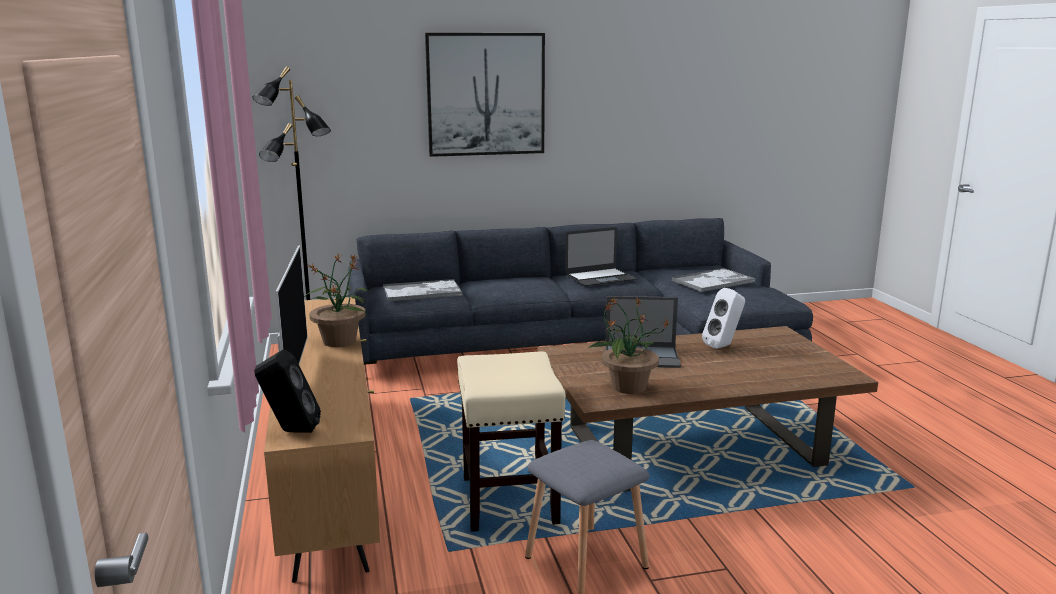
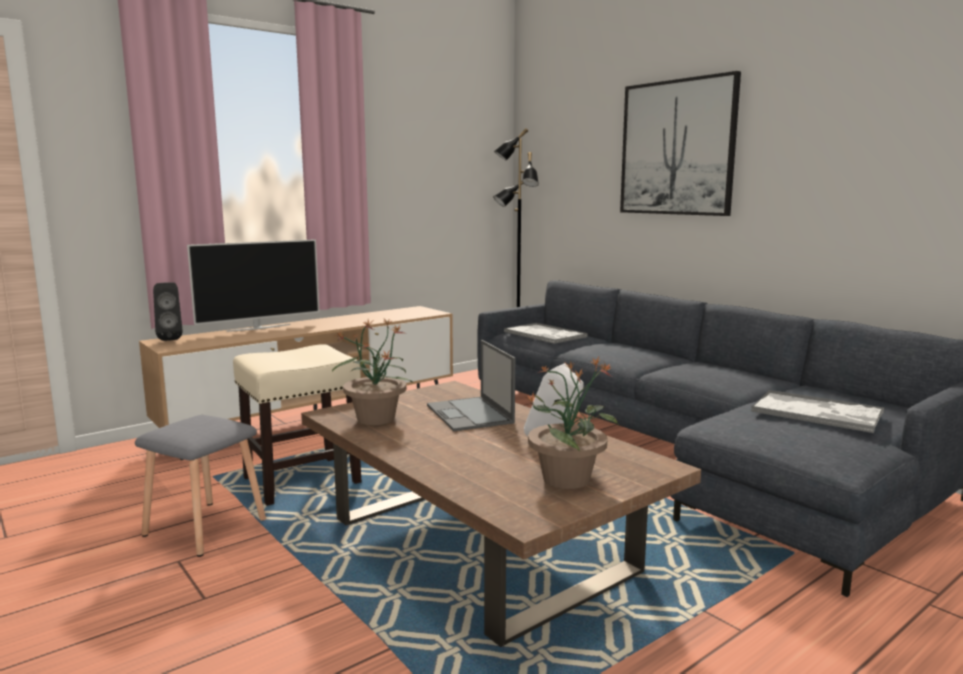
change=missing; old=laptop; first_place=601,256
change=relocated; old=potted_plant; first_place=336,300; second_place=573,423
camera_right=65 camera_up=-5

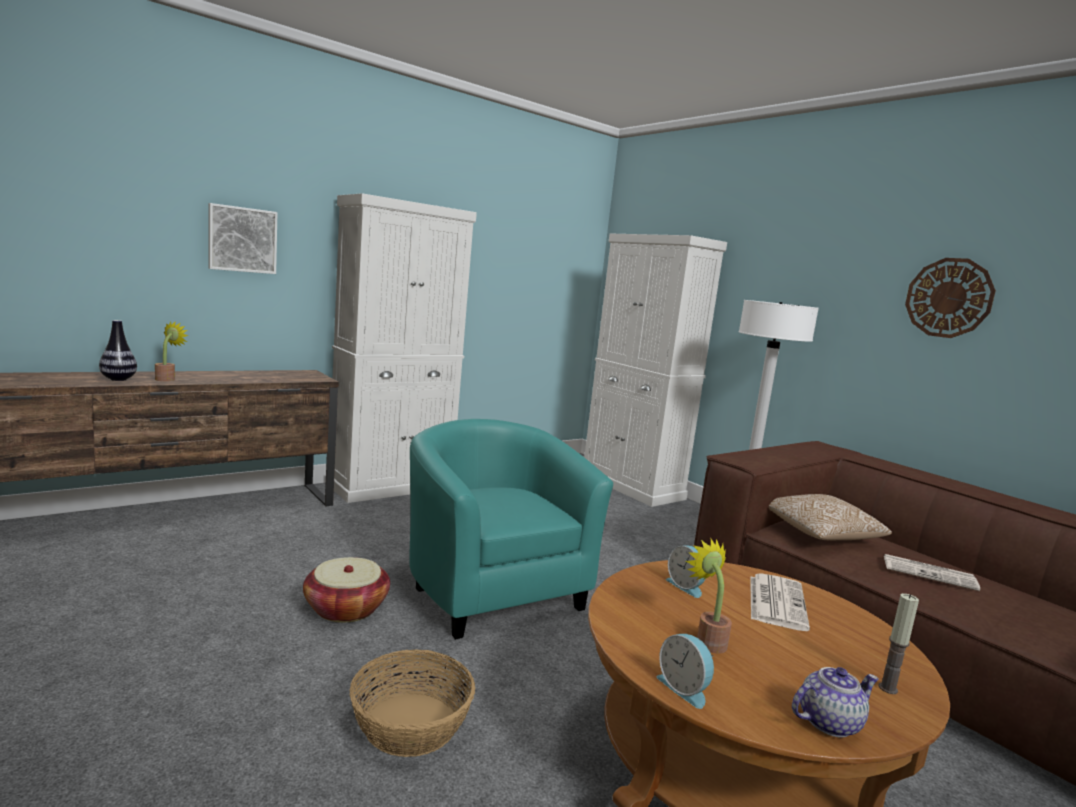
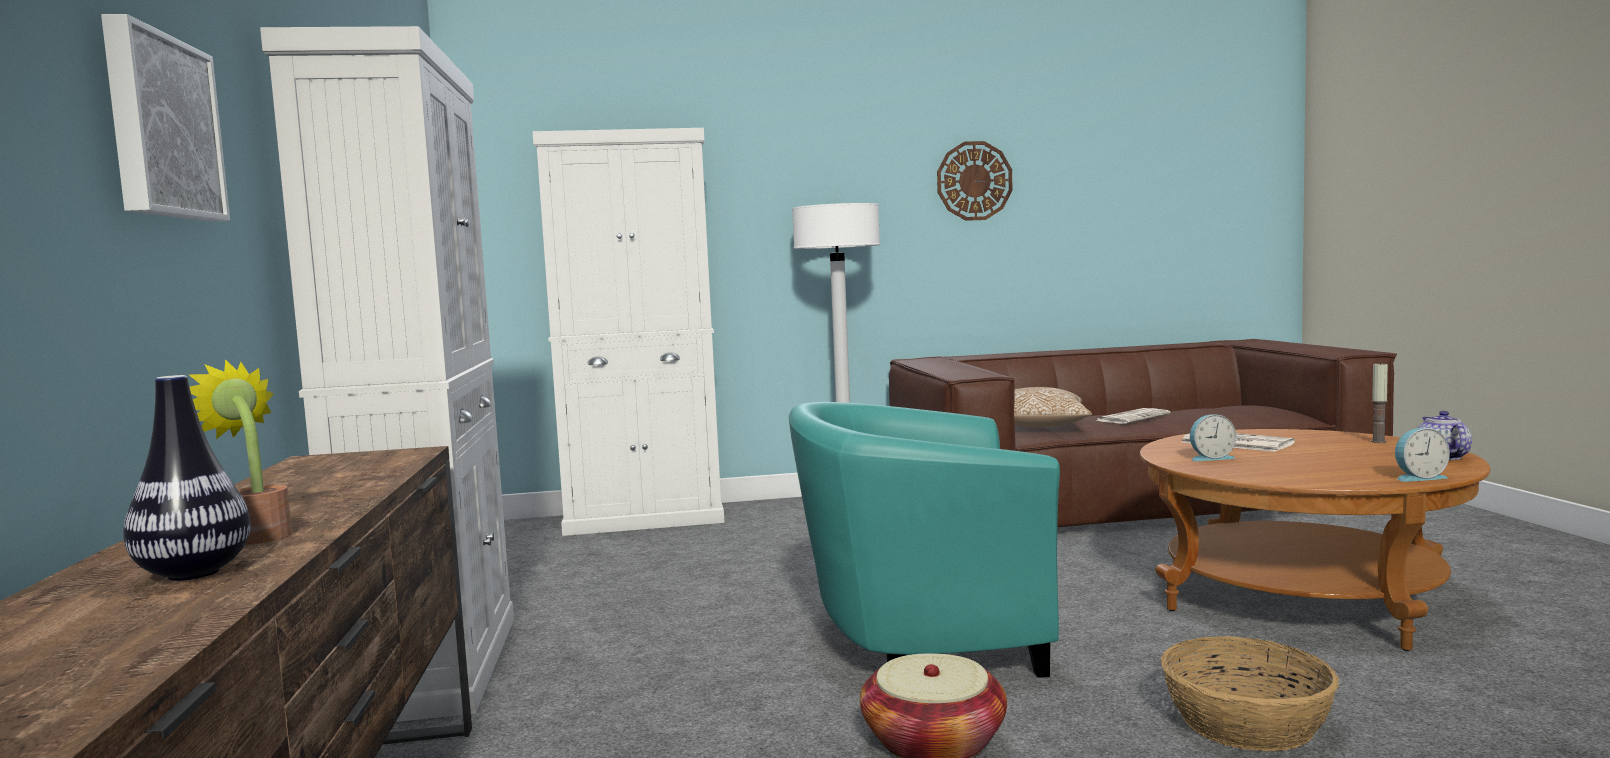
change=missing; old=potted_plant; first_place=709,596
camera_right=-60 camera_up=-5

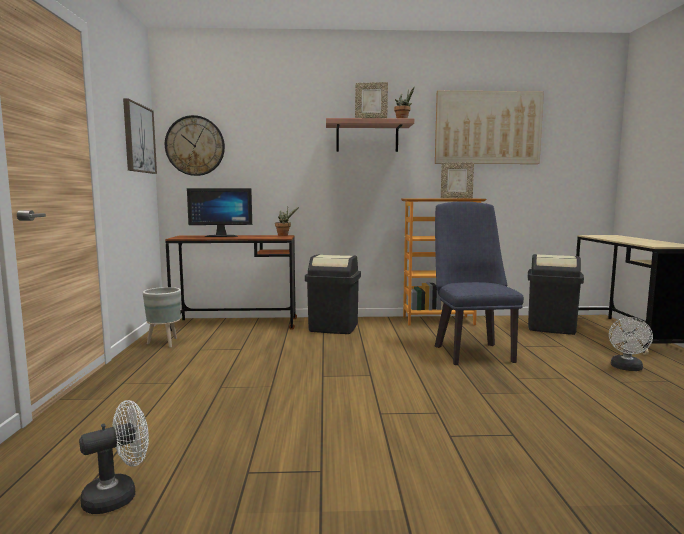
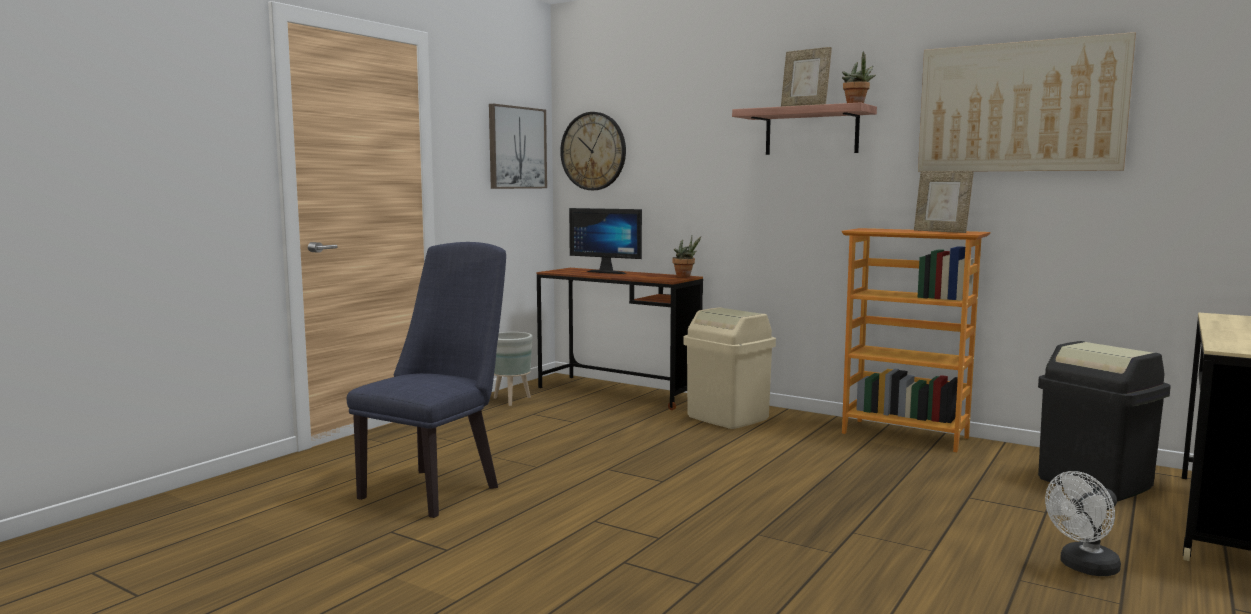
change=missing; old=white-coloured_electric_fan; first_place=114,457
change=relocated; old=blue_chair; first_place=479,283; second_place=426,380
change=colour; old=black-coloured_trash_can; new=beige_trash_can; first_place=333,294; second_place=729,368
camera_right=35 camera_up=0

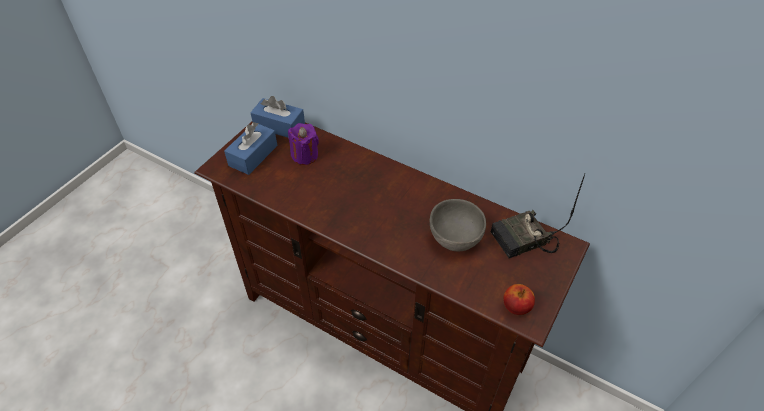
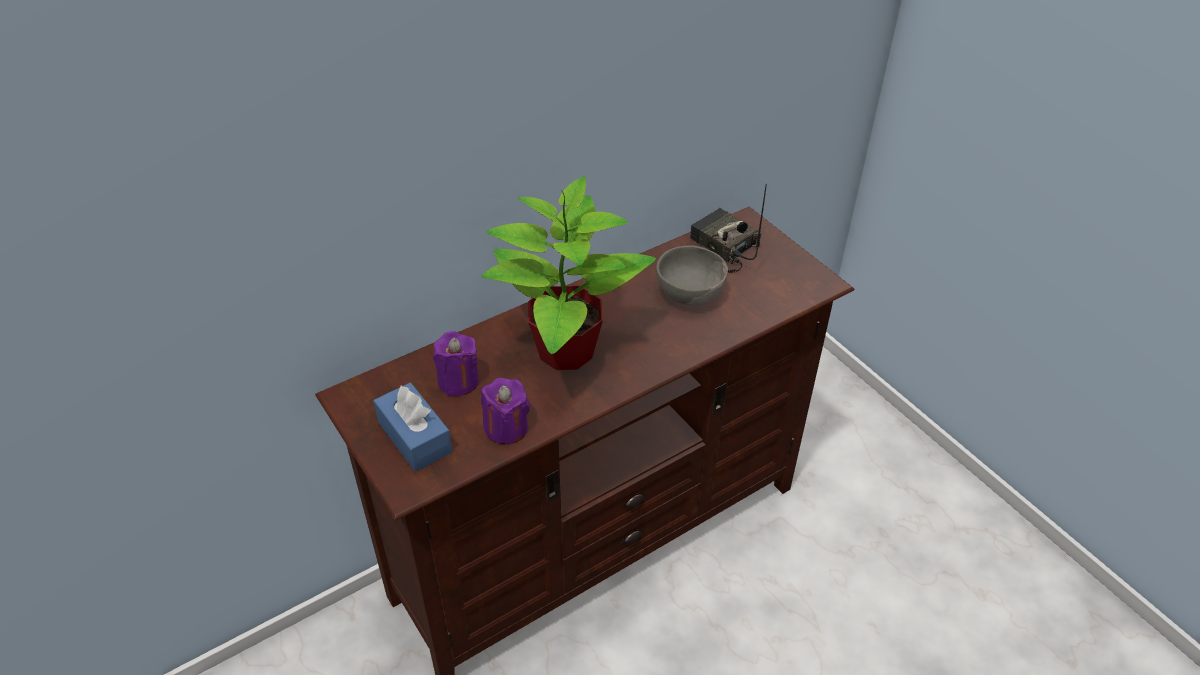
change=missing; old=blue_tissue_holder; first_place=277,117
change=missing; old=whole_apple; first_place=519,299
change=appeared; new=potted_plant; second_place=568,273
change=appeared; new=purplish_candle; second_place=505,411
change=spun; old=radio_receiver; first_place=538,215; second_place=728,228; degrees=135
camera_right=-65 camera_up=-5

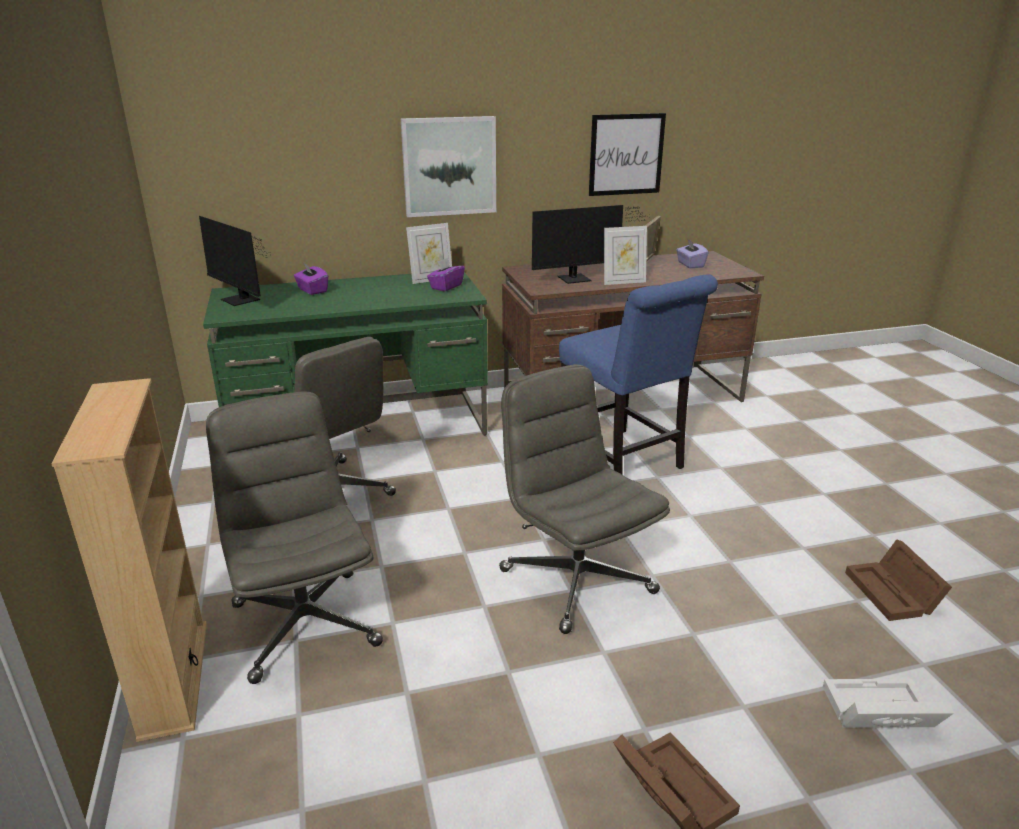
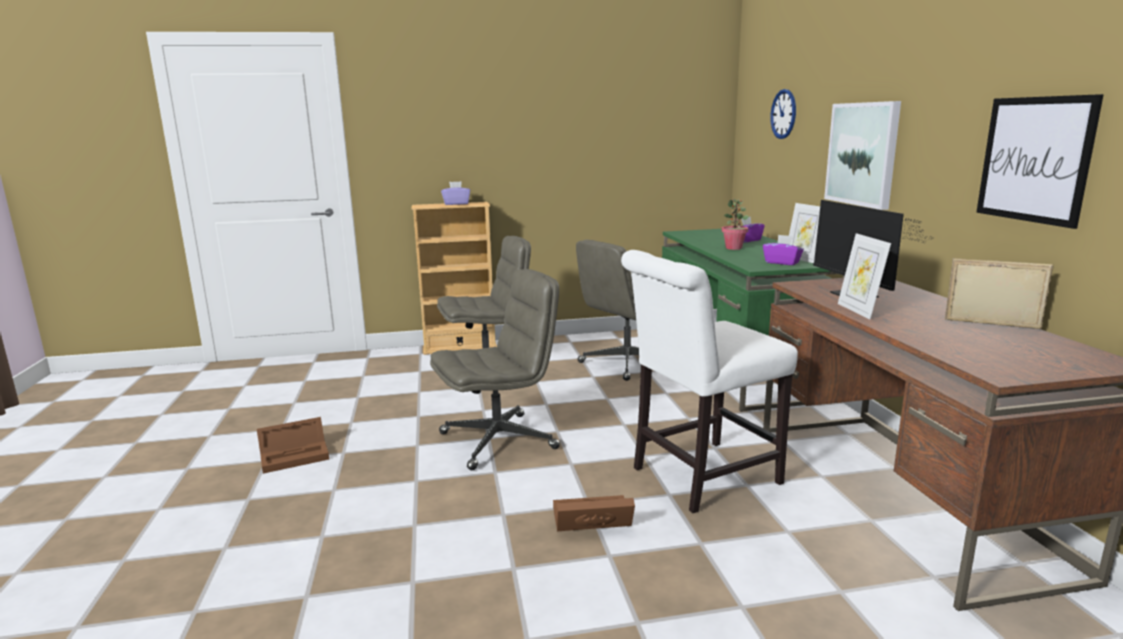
change=missing; old=computer_screen; first_place=234,261
change=missing; old=white-coloured_storage_container; first_place=888,703
change=appeared; new=potted_plant; second_place=735,224
change=appeared; new=clock_on_the_wall; second_place=783,114
change=relocated; old=purplish_tissue_holder; first_place=692,253; second_place=455,193
change=relocated; old=brown_storage_container; first_place=898,580; second_place=594,513
change=colour; old=blue_chair; new=white-coloured_chair; first_place=638,375; second_place=709,381
camera_right=95 camera_up=-10

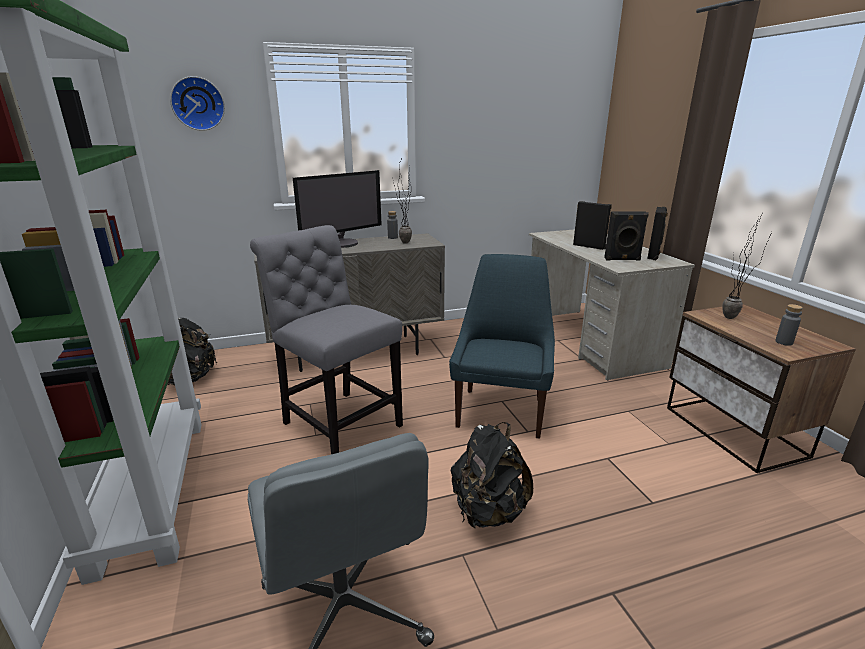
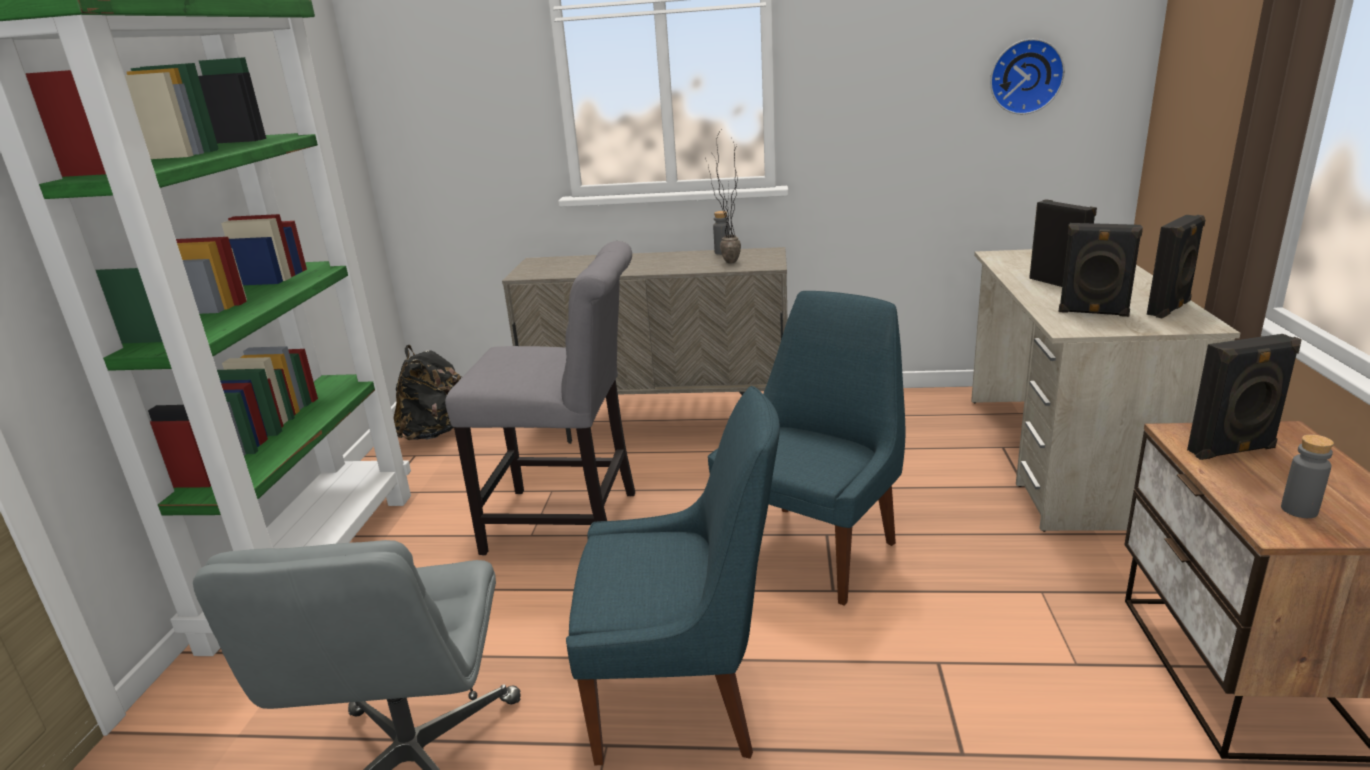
change=missing; old=computer_screen; first_place=337,209
change=relocated; old=clock_on_the_wall; first_place=197,103; second_place=1027,77
change=exchanged; old=black-coloured_backpack; new=blue_chair; first_place=492,475; second_place=673,575
change=exchanged; old=potted_plant; new=black-coloured_audio_speaker; first_place=747,266; second_place=1244,397
change=spun; old=gray_chair; first_place=326,339; second_place=540,398; degrees=120
camera_right=25 camera_up=0

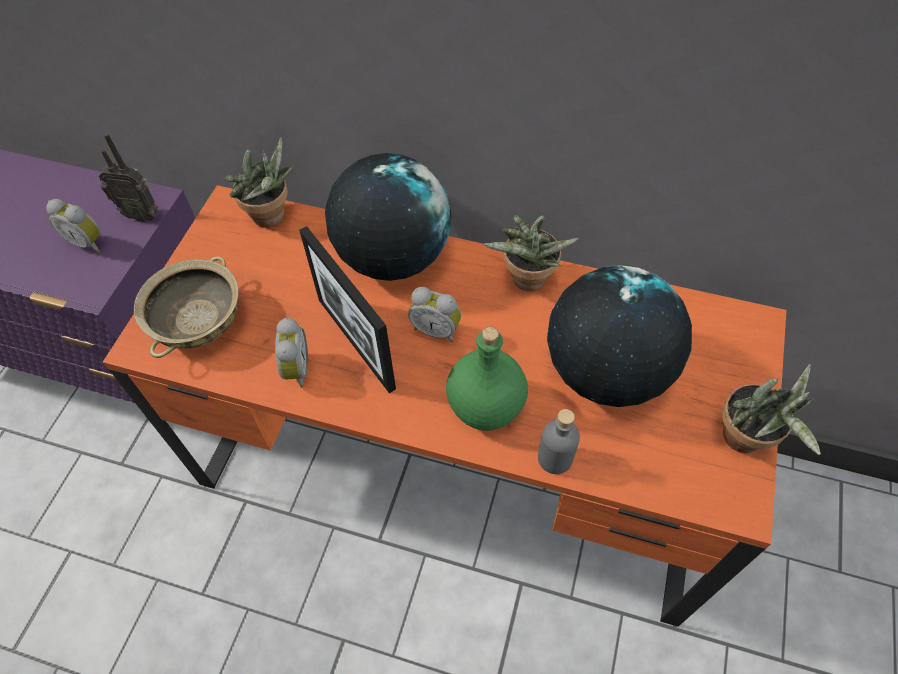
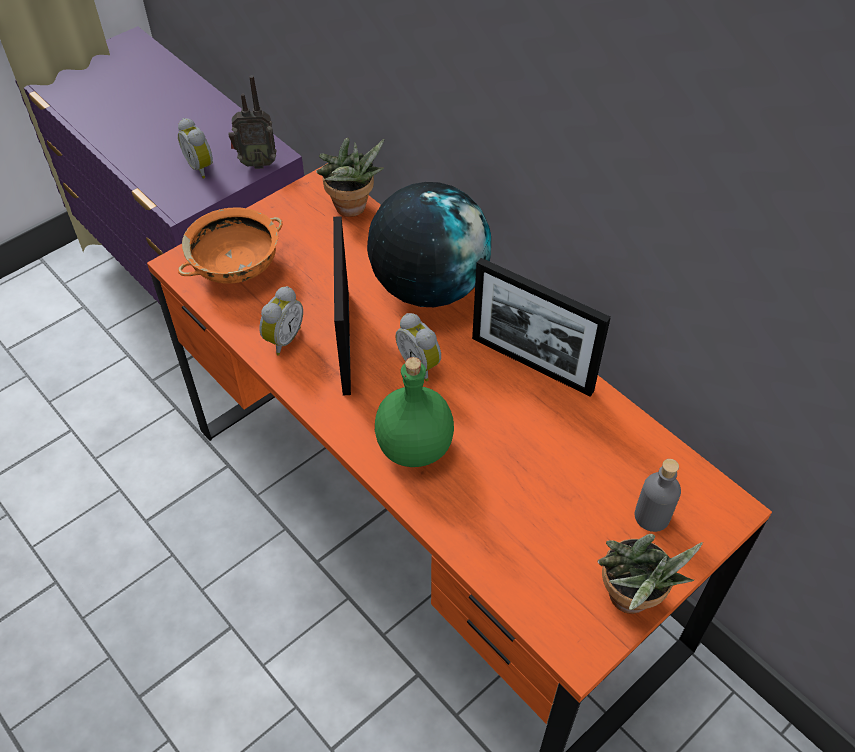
change=missing; old=world_globe; first_place=619,336
change=relocated; old=gray_drink_bottle; first_place=559,441; second_place=658,495
change=exchanged; old=potted_plant; new=standing_frame; first_place=531,253; second_place=541,327
change=colour; old=beige_serving_bowl; new=orange-coloured_serving_bowl; first_place=186,307; second_place=230,245
change=spun; old=radio_receiver; first_place=128,177; second_place=252,122; degrees=-45
camera_right=30 camera_up=-5

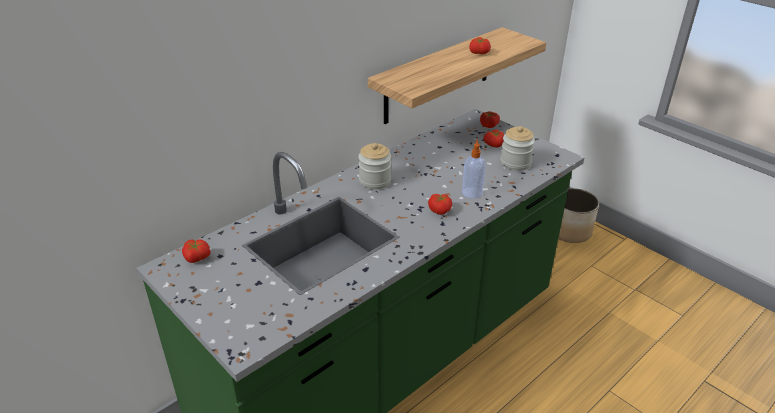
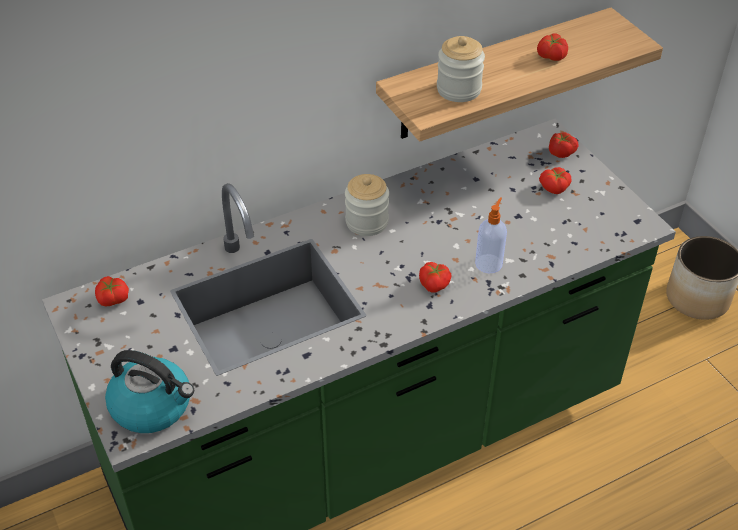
change=appeared; new=water_kettle; second_place=149,391
change=relocated; old=jar; first_place=517,148; second_place=461,69
camera_right=15 camera_up=10

